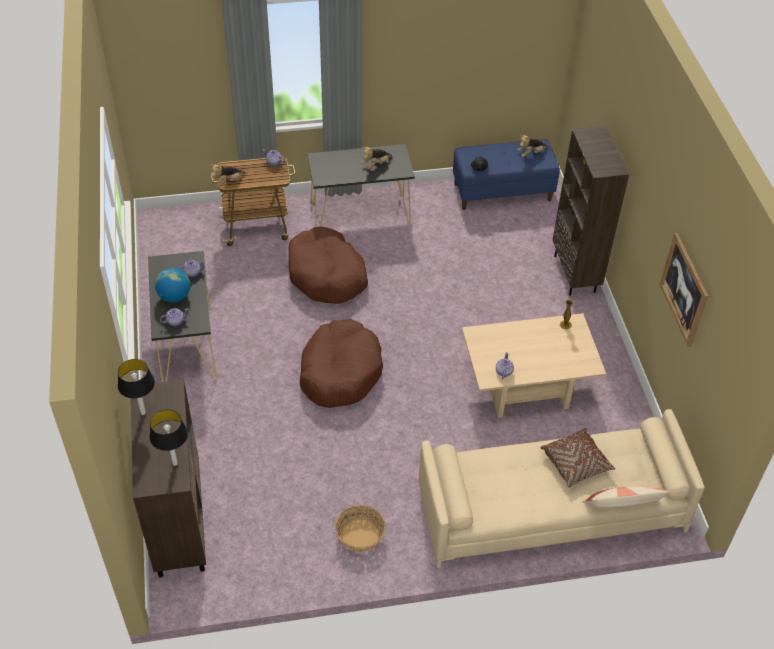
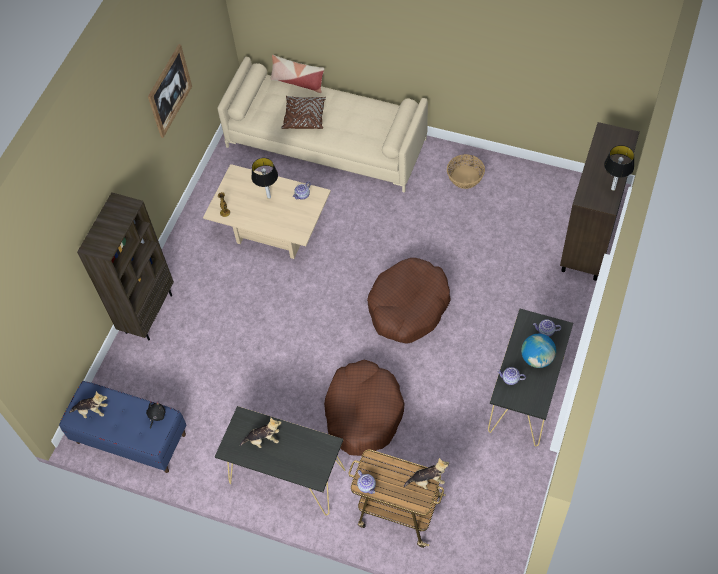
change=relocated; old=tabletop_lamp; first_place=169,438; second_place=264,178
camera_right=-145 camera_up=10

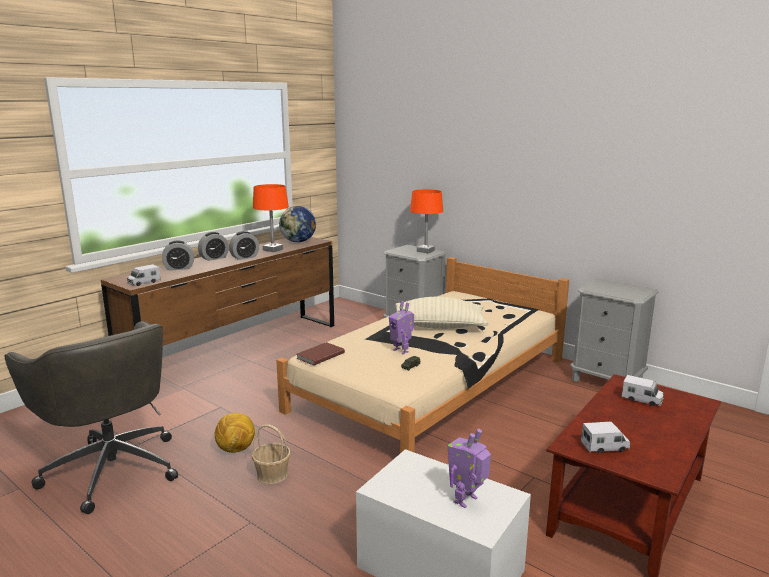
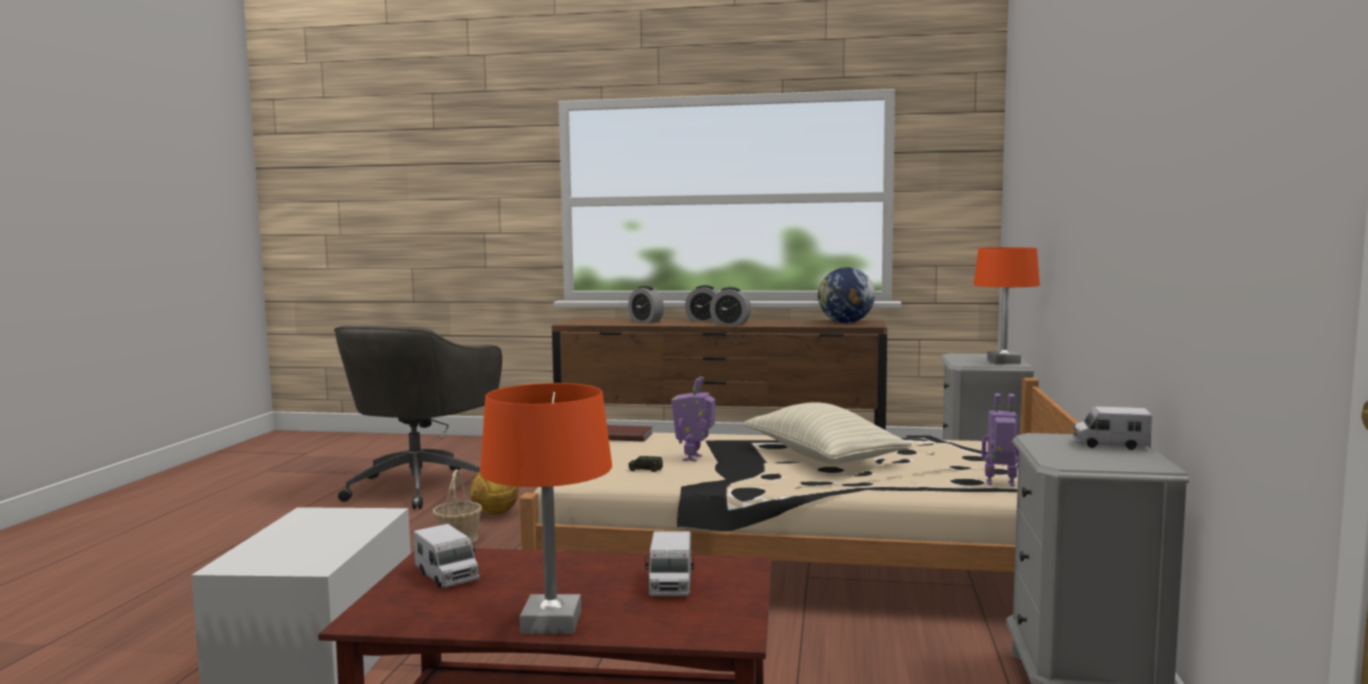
change=relocated; old=model_truck; first_place=144,275; second_place=1112,428
change=relocated; old=orange-coloured_tabletop_lamp; first_place=271,218; second_place=546,508
change=relocated; old=toy_robot; first_place=469,468; second_place=1000,439
camera_right=60 camera_up=-10

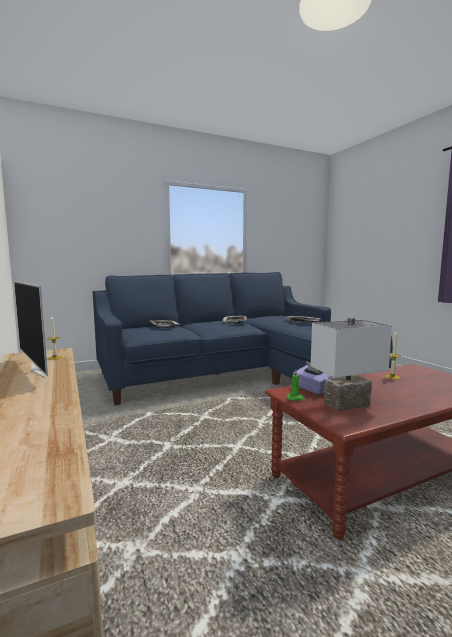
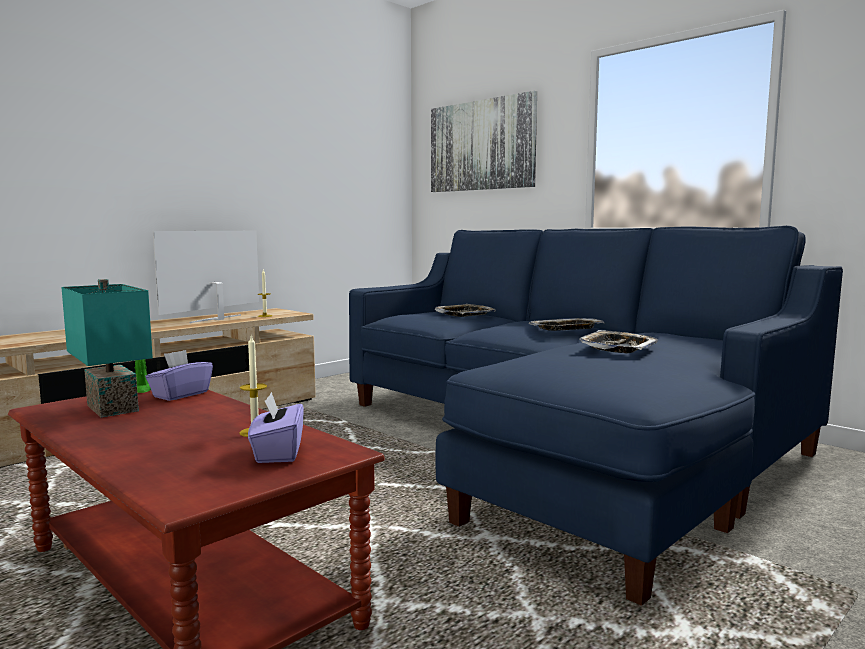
change=appeared; new=purplish_tissue_holder; second_place=276,427
change=appeared; new=wall_picture; second_place=484,141
change=colour; old=white-coloured_tabletop_lamp; new=blue-green_tabletop_lamp; first_place=351,364; second_place=107,348
camera_right=70 camera_up=0

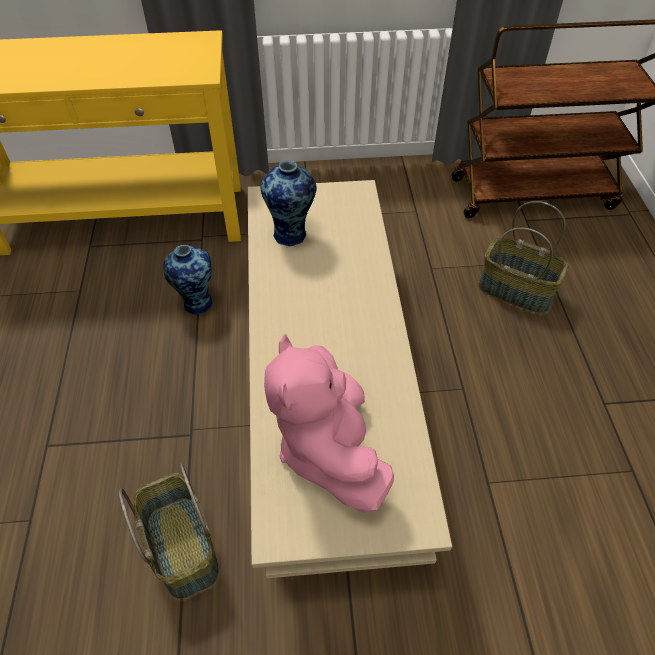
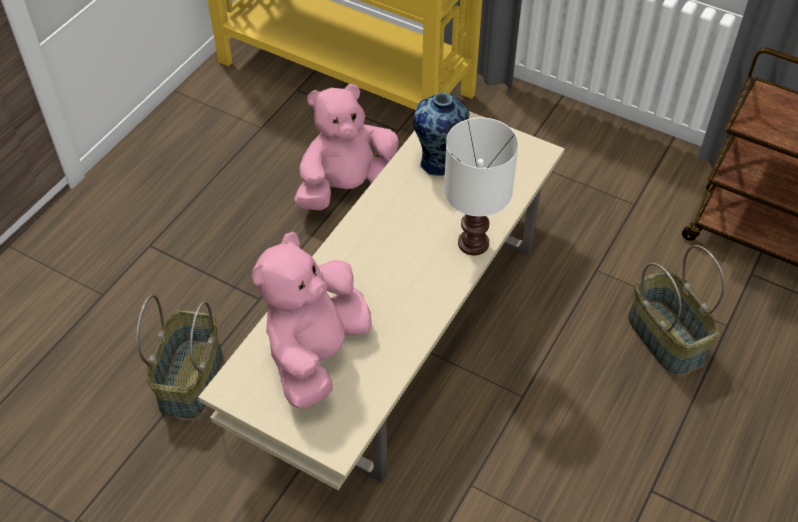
change=appeared; new=white-coloured_tabletop_lamp; second_place=481,186
change=exchanged; old=vase; new=pink_plush_toy; first_place=188,280; second_place=346,147
camera_right=35 camera_up=0

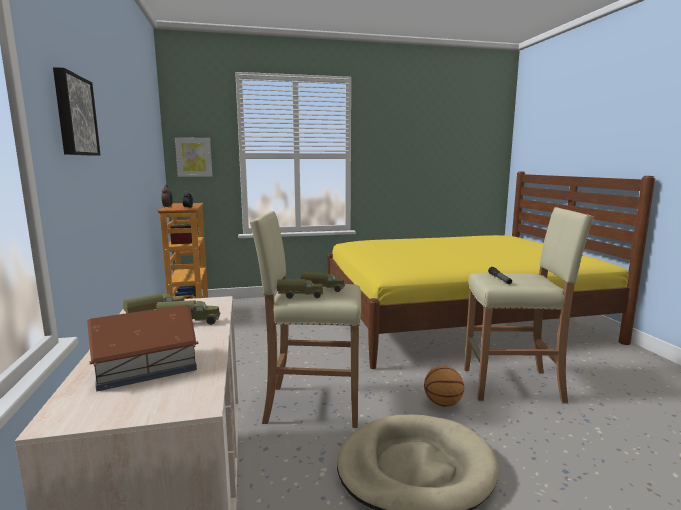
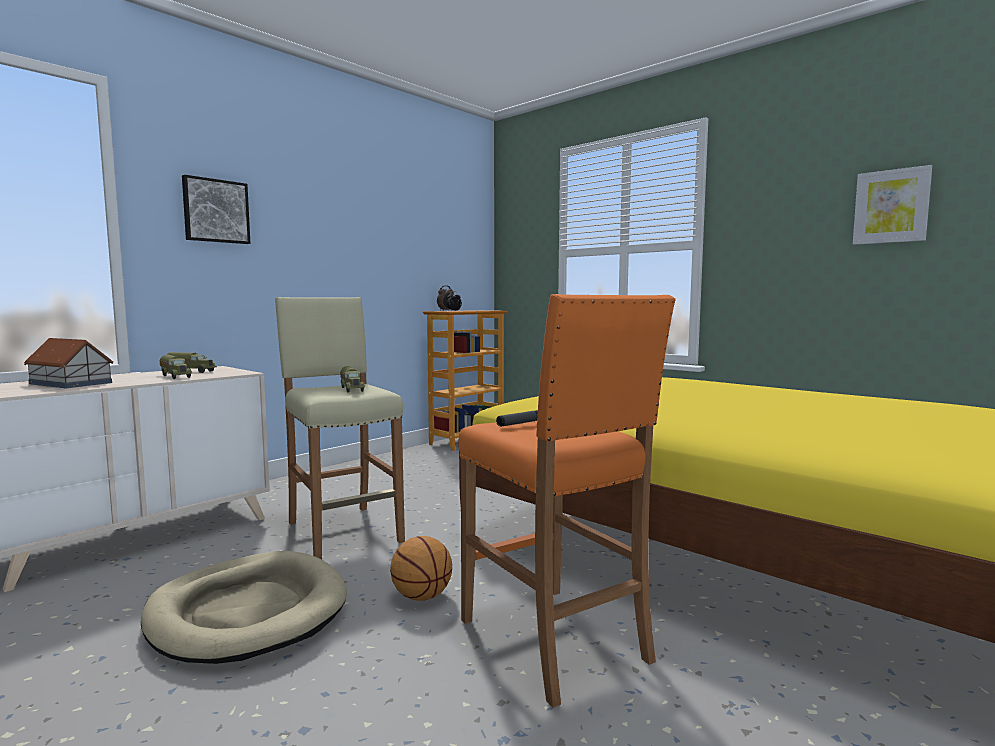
change=missing; old=model_truck; first_place=300,289
change=relocated; old=wall_picture; first_place=193,157; second_place=892,205
change=colour; old=beige_stool; new=orange-coloured_stool; first_place=529,305; second_place=567,501
camera_right=55 camera_up=-5

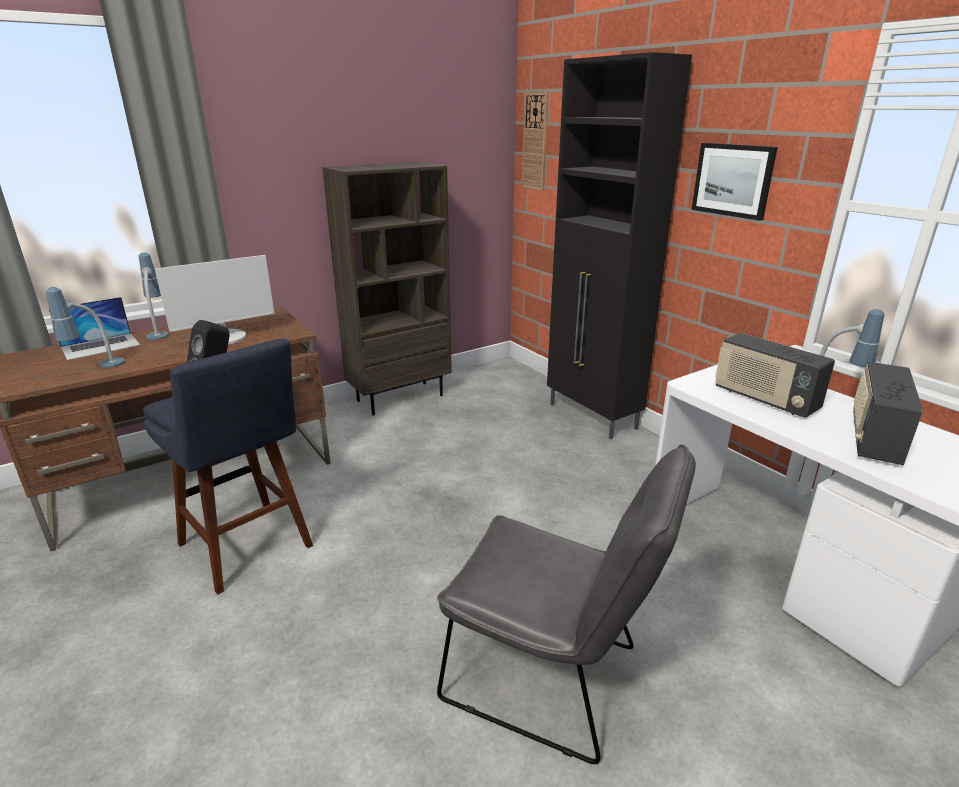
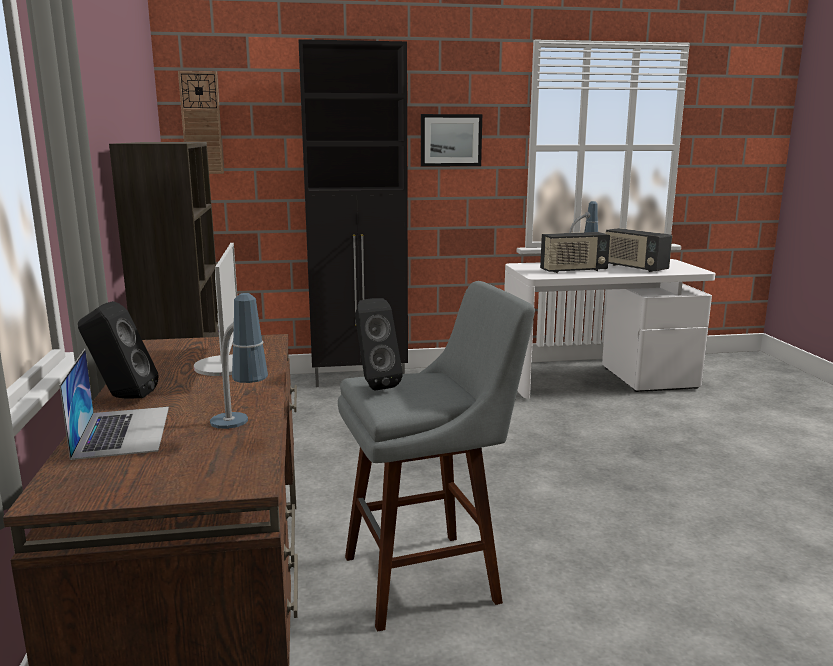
change=missing; old=gray_chair; first_place=566,604
change=exchanged; old=tabletop_lamp; new=black-coloured_audio_speaker; first_place=154,296; second_place=118,350
change=colour; old=blue_stool; new=gray_stool; first_place=228,467; second_place=436,456
camera_right=-65 camera_up=-10

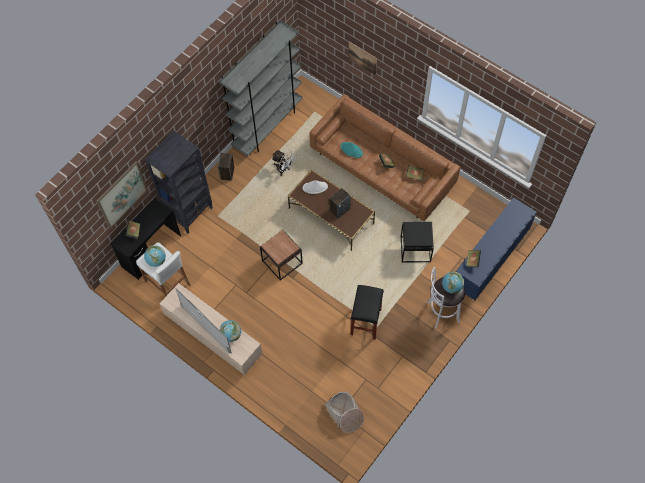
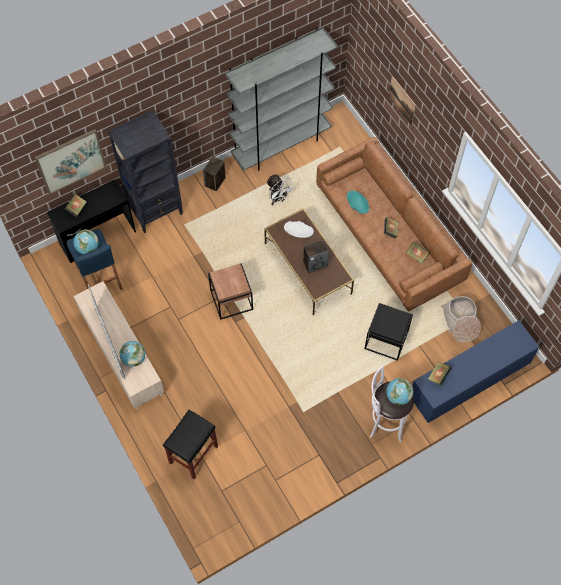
change=relocated; old=basket; first_place=343,412; second_place=461,319
change=relocated; old=black-coloured_stool; first_place=367,312; second_place=190,445
change=colour; old=white-coloured_stool; new=blue_stool; first_place=163,269; second_place=95,259
camera_right=20 camera_up=0

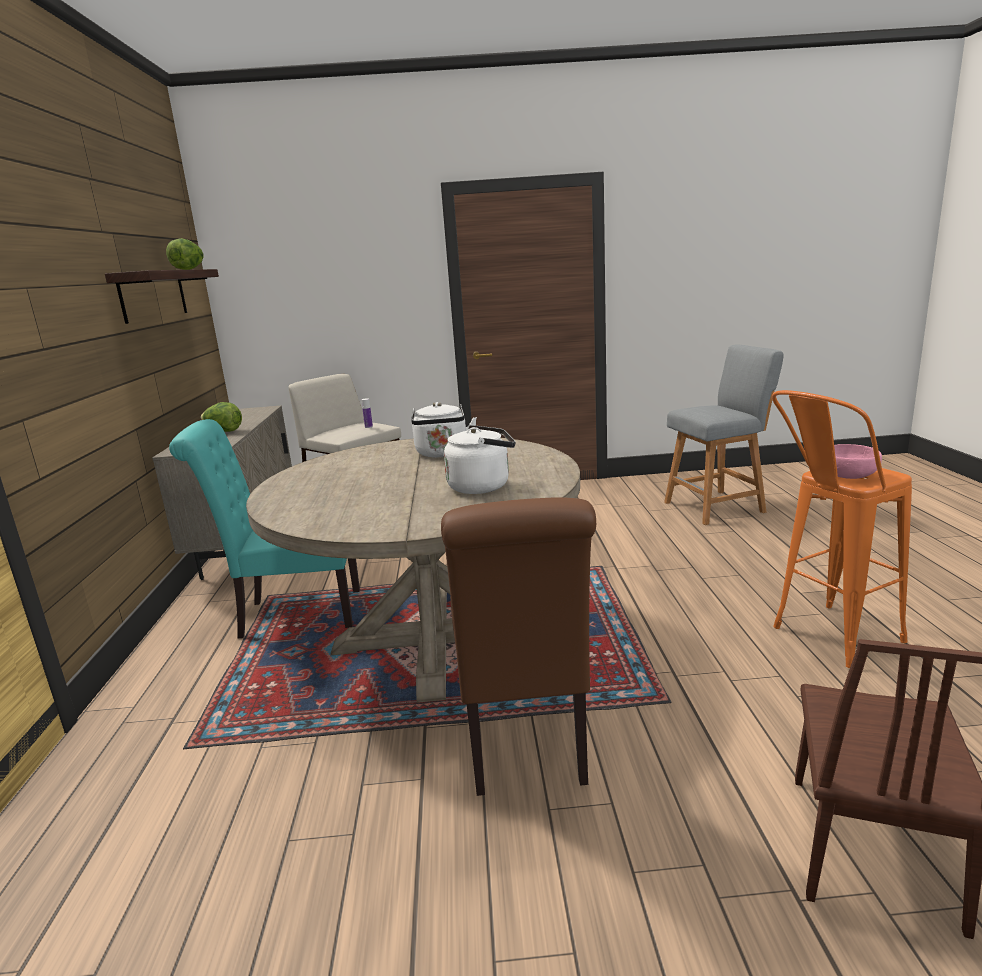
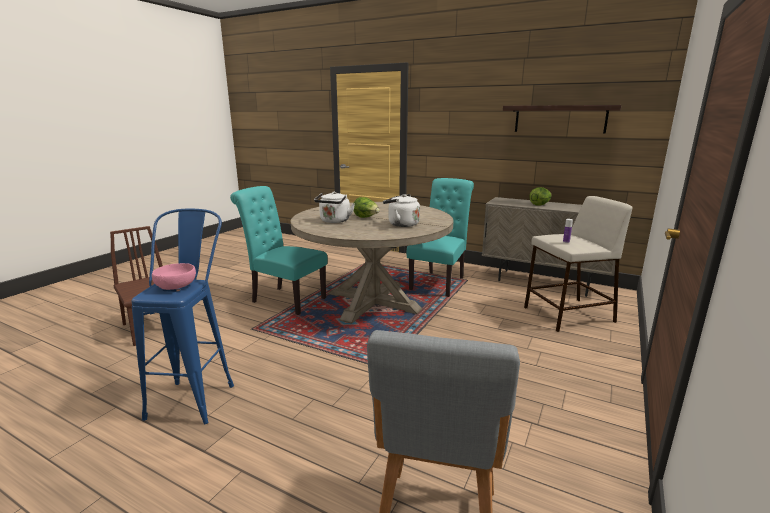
change=relocated; old=lettuce; first_place=185,254; second_place=366,207
change=colour; old=brown_chair; new=blue-green_chair; first_place=518,646; second_place=278,250
change=colour; old=orange-coloured_stool; new=blue_stool; first_place=842,529; second_place=183,316
camera_right=120 camera_up=0

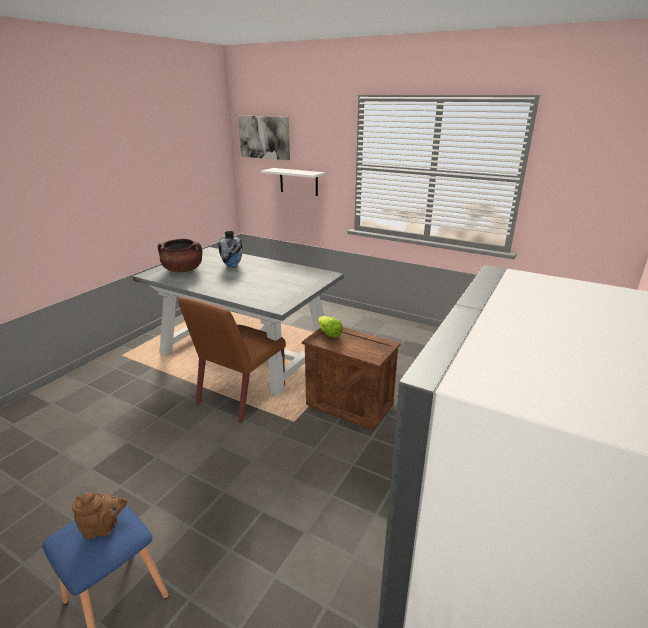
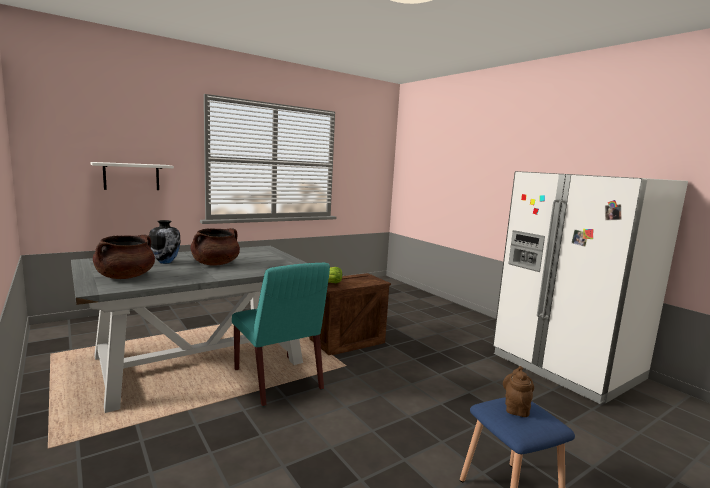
change=missing; old=wall_picture; first_place=264,138
change=appeared; new=brown_stockpot; second_place=215,247
change=colour; old=brown_chair; new=blue-green_chair; first_place=232,360; second_place=281,335
camera_right=-65 camera_up=-15

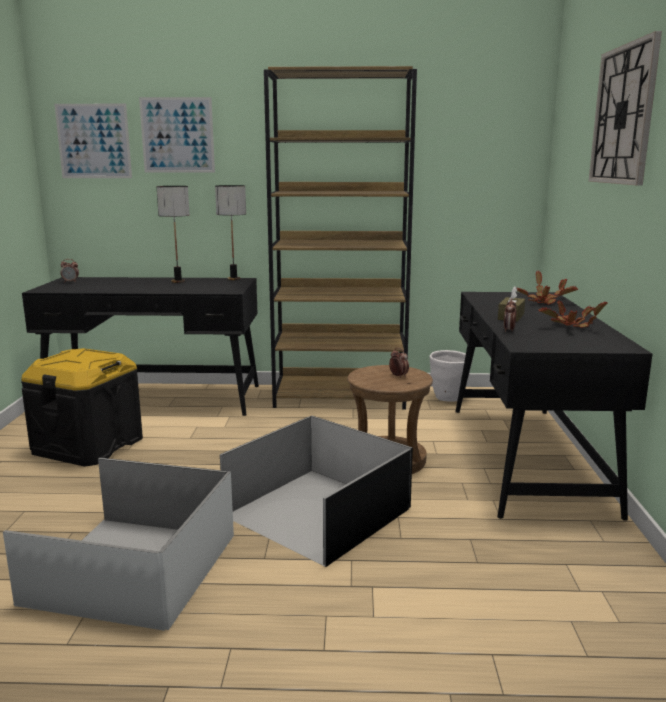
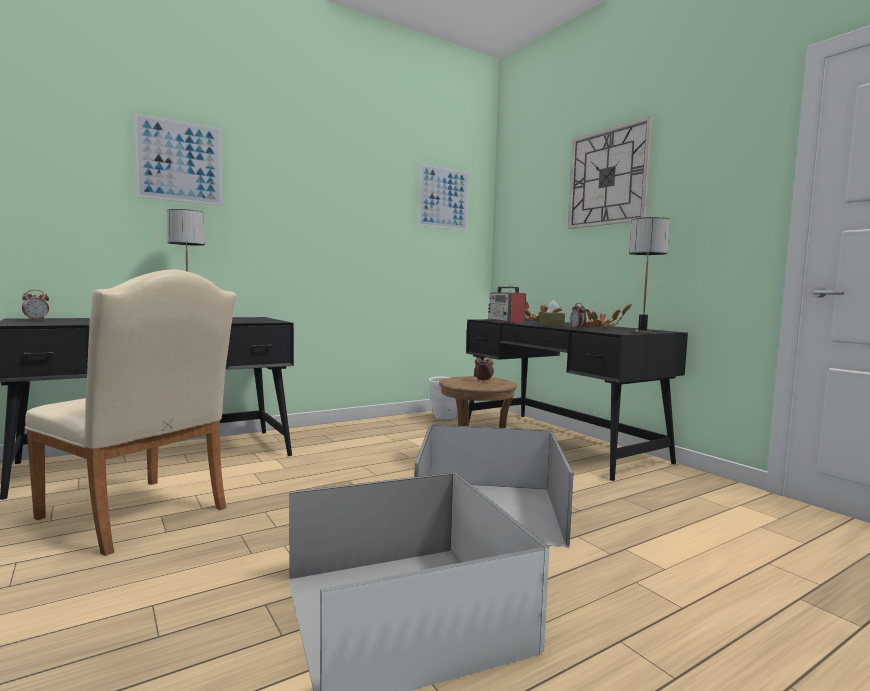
change=missing; old=brown_bookshelf; first_place=340,238
change=appeared; new=radio_receiver; second_place=507,303
change=relocated; old=wall_picture; first_place=93,141; second_place=443,197
change=relocated; old=tabletop_lamp; first_place=230,232; second_place=649,275
change=exchanged; old=black-coloured_storage_container; new=beige_chair; first_place=82,407; second_place=130,412
camera_right=-35 camera_up=-10

